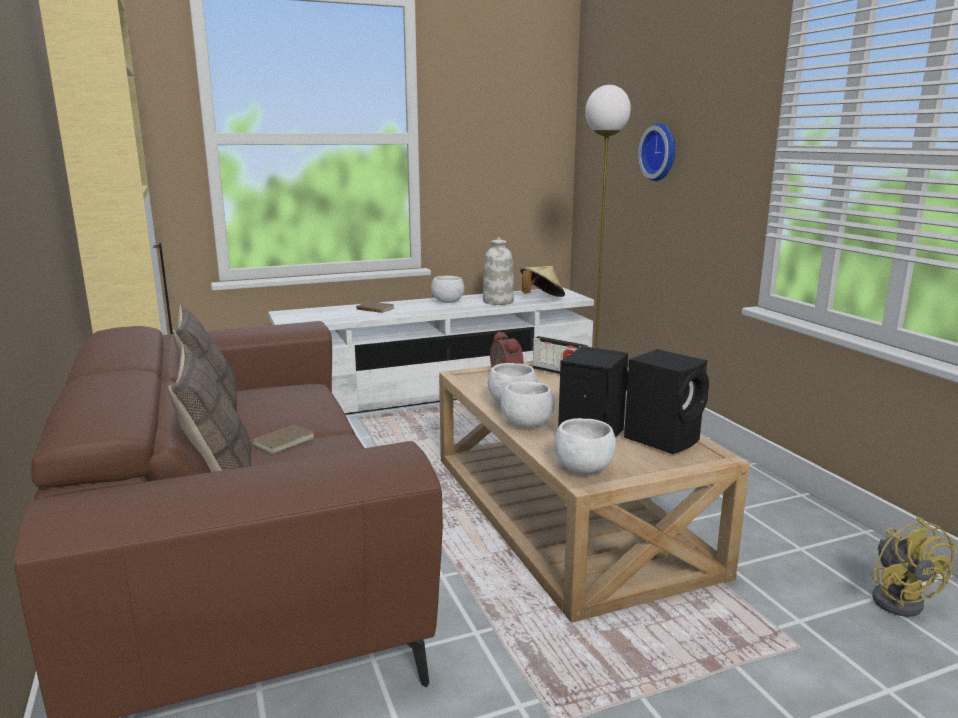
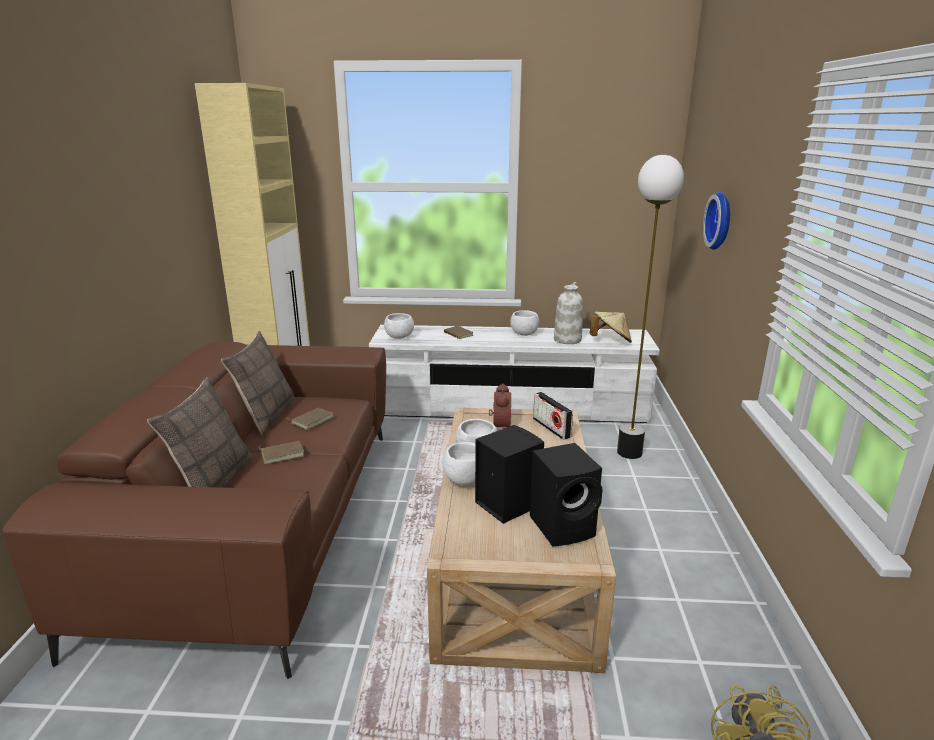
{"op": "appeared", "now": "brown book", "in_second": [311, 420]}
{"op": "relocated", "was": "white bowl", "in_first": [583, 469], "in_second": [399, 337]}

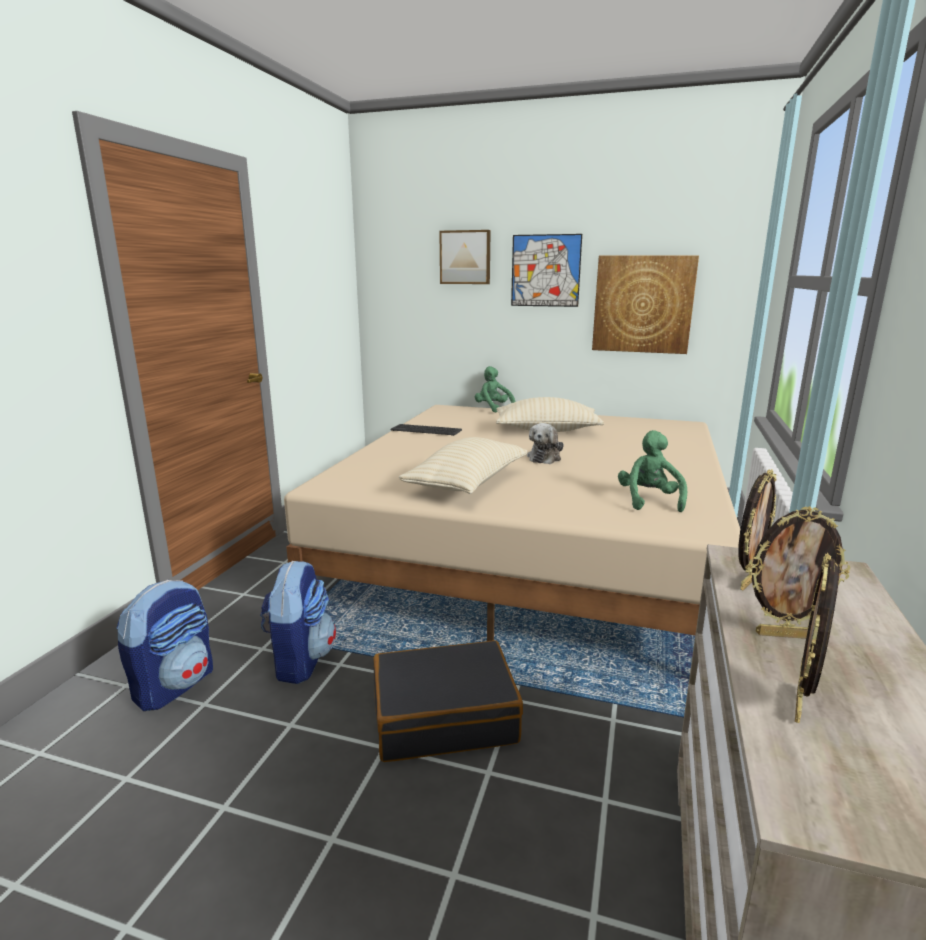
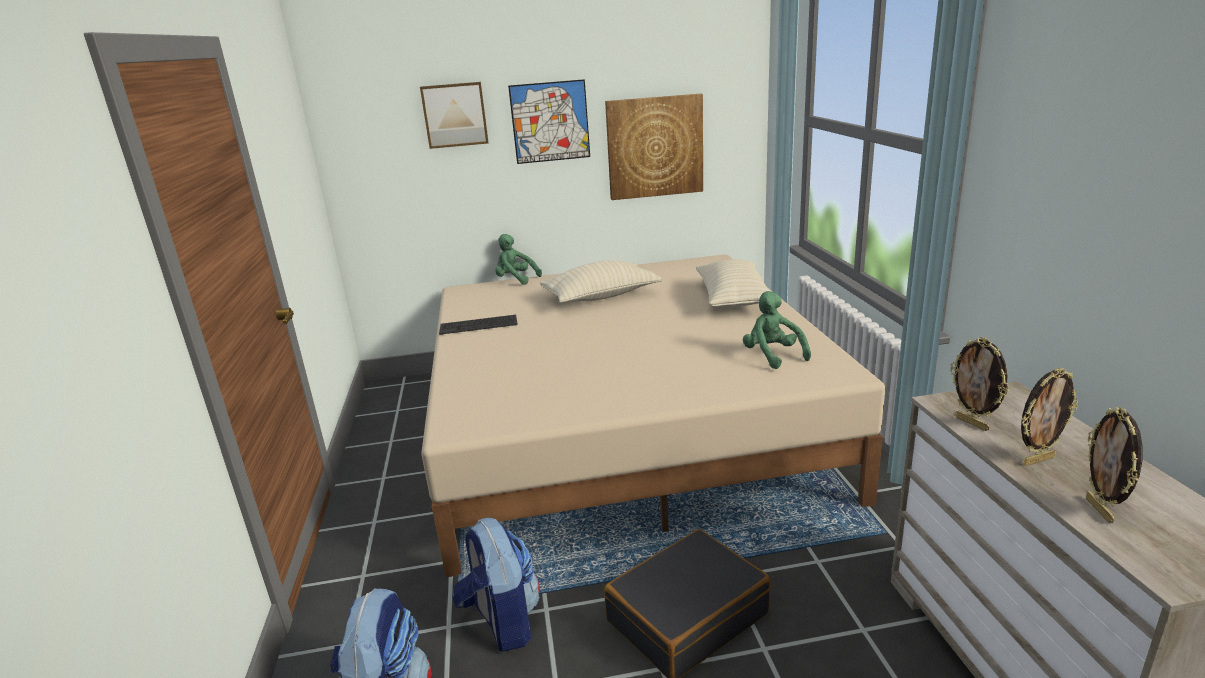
{"op": "relocated", "was": "beige pillow", "in_first": [467, 483], "in_second": [733, 299]}
{"op": "spun", "was": "picture frame", "in_first": [747, 582], "in_second": [972, 423], "clockwise": 135}
{"op": "missing", "was": "plush toy", "in_first": [545, 457]}

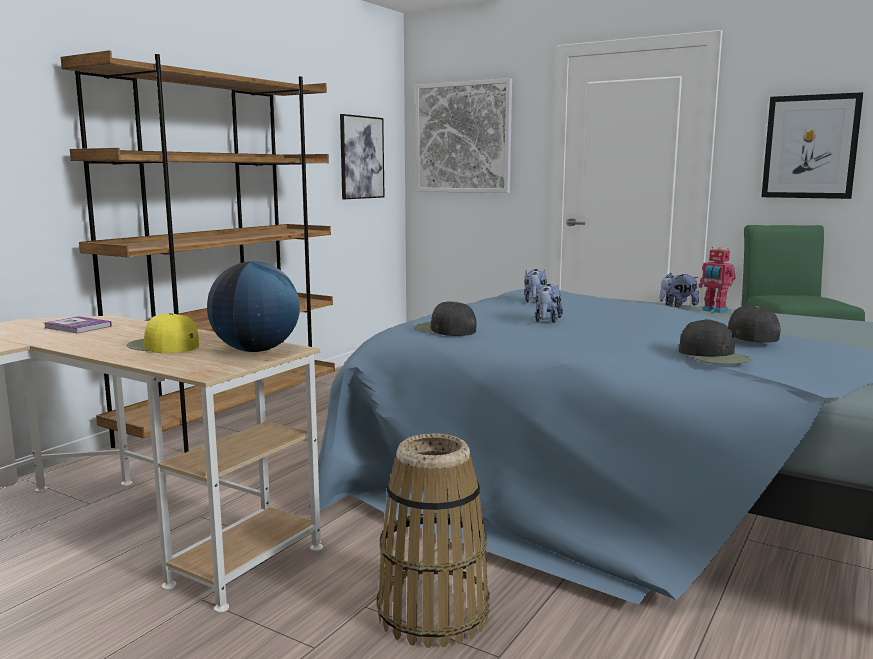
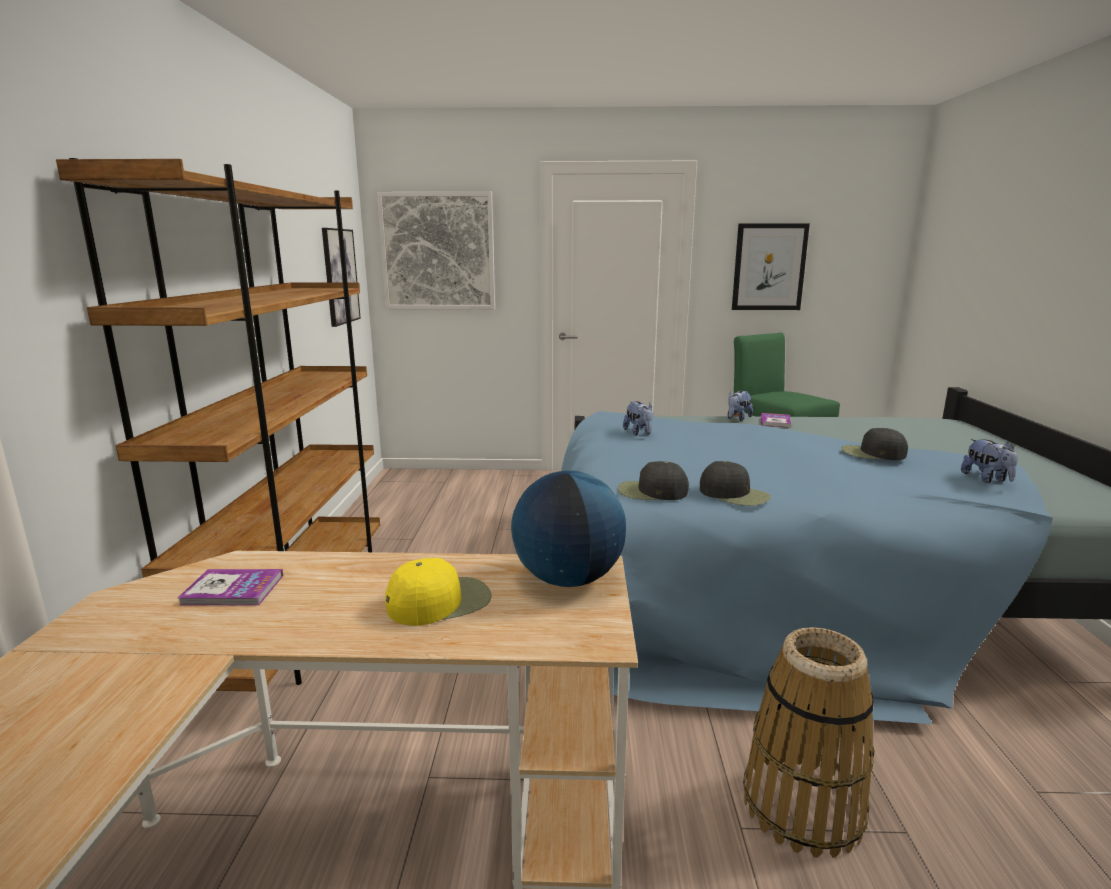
{"op": "spun", "was": "yellow cap", "in_first": [163, 346], "in_second": [440, 601], "clockwise": 150}
{"op": "relocated", "was": "black cap", "in_first": [714, 356], "in_second": [734, 494]}
{"op": "exchanged", "was": "toy robot", "now": "book", "in_first": [714, 310], "in_second": [775, 421]}
{"op": "relocated", "was": "plush toy", "in_first": [547, 321], "in_second": [987, 479]}

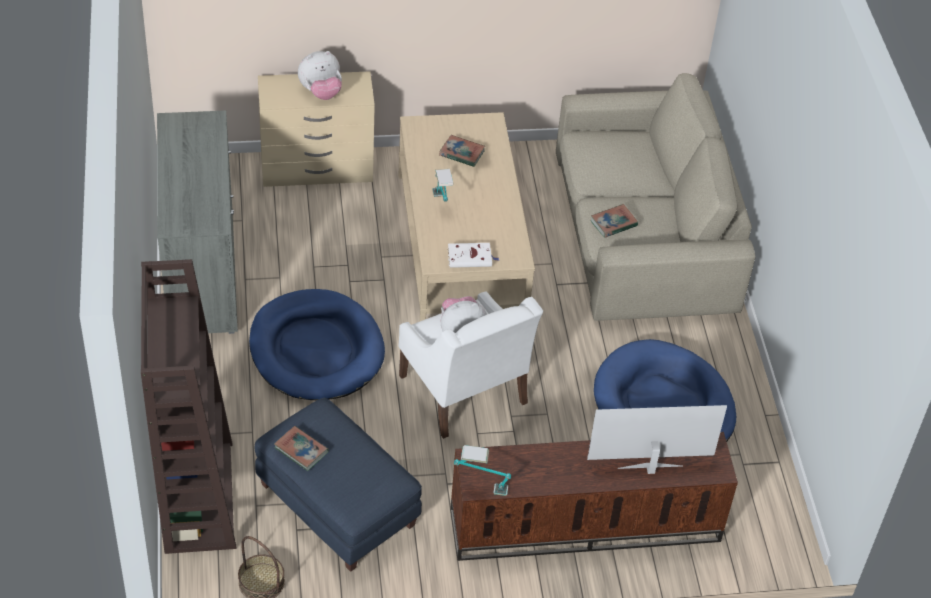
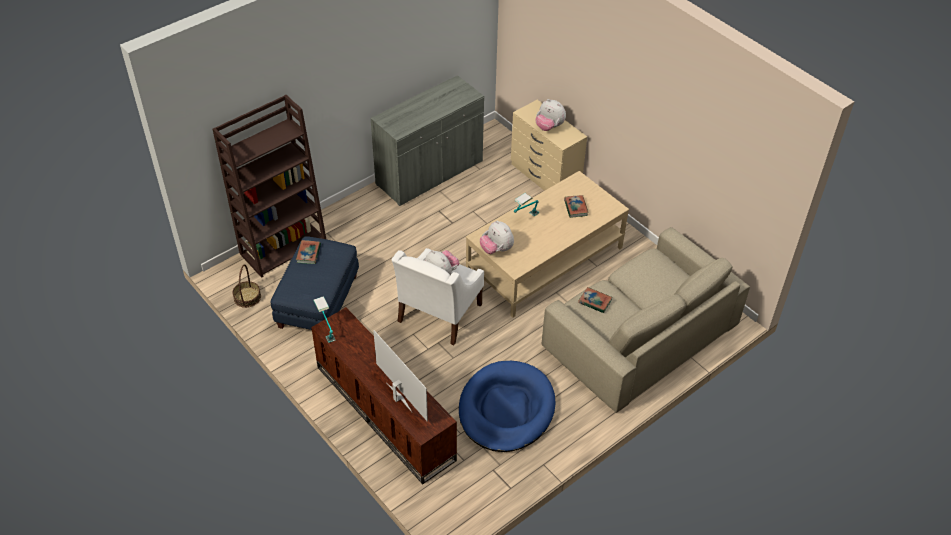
{"op": "exchanged", "was": "white book", "now": "plush toy", "in_first": [471, 257], "in_second": [496, 249]}
{"op": "missing", "was": "blue dog bed", "in_first": [316, 350]}

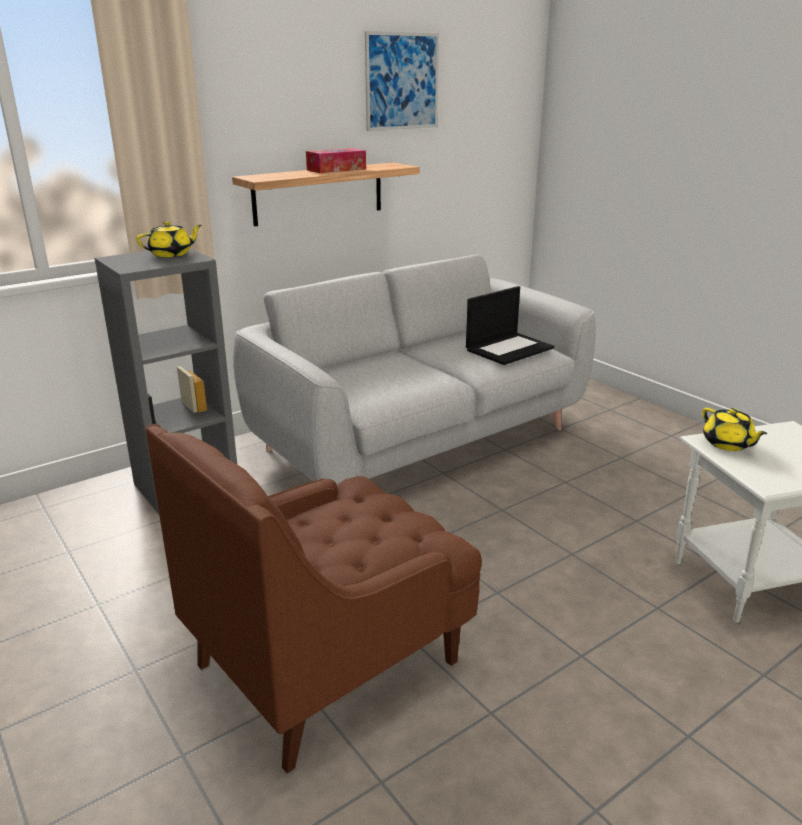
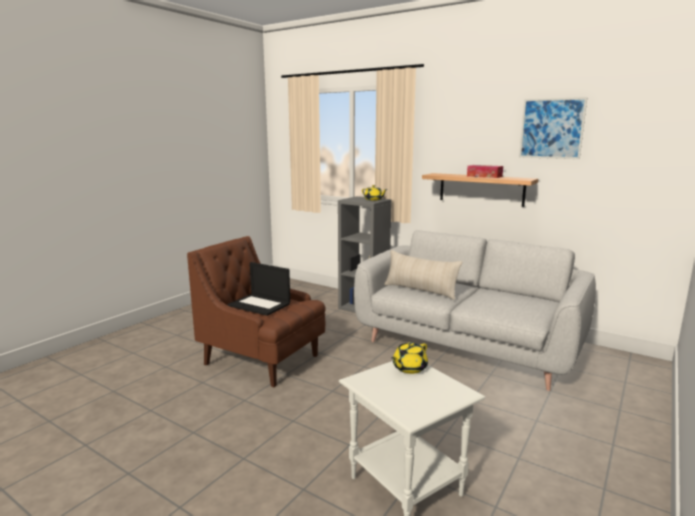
{"op": "relocated", "was": "laptop", "in_first": [509, 348], "in_second": [260, 304]}
{"op": "appeared", "now": "beige pillow", "in_second": [420, 290]}

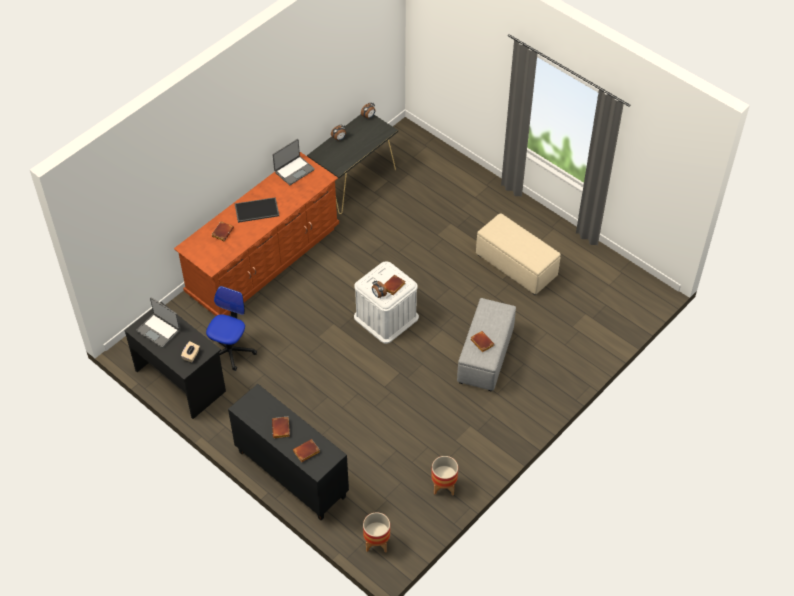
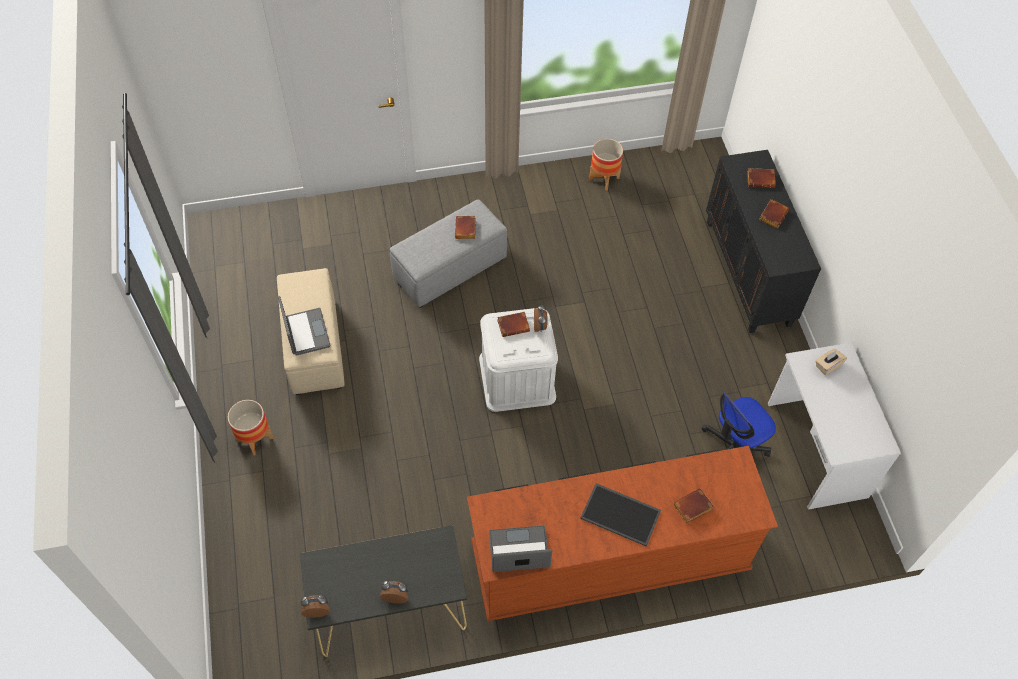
{"op": "relocated", "was": "planter", "in_first": [377, 543], "in_second": [255, 439]}
{"op": "relocated", "was": "laptop", "in_first": [159, 330], "in_second": [306, 332]}
{"op": "colour", "was": "black desk", "now": "white desk", "in_first": [181, 380], "in_second": [815, 449]}

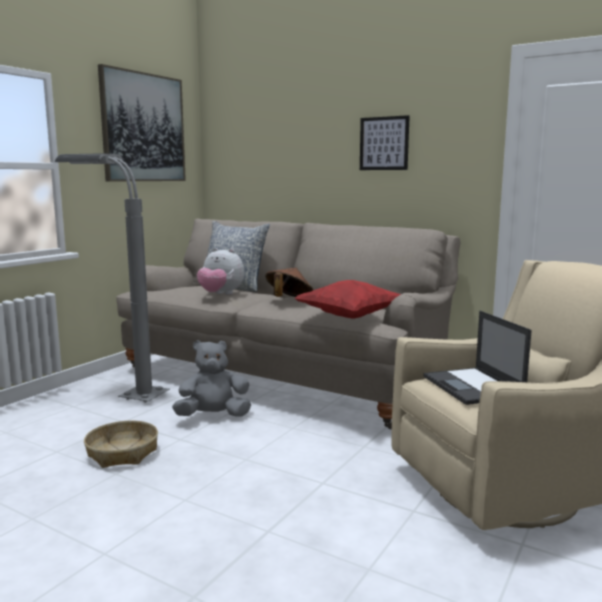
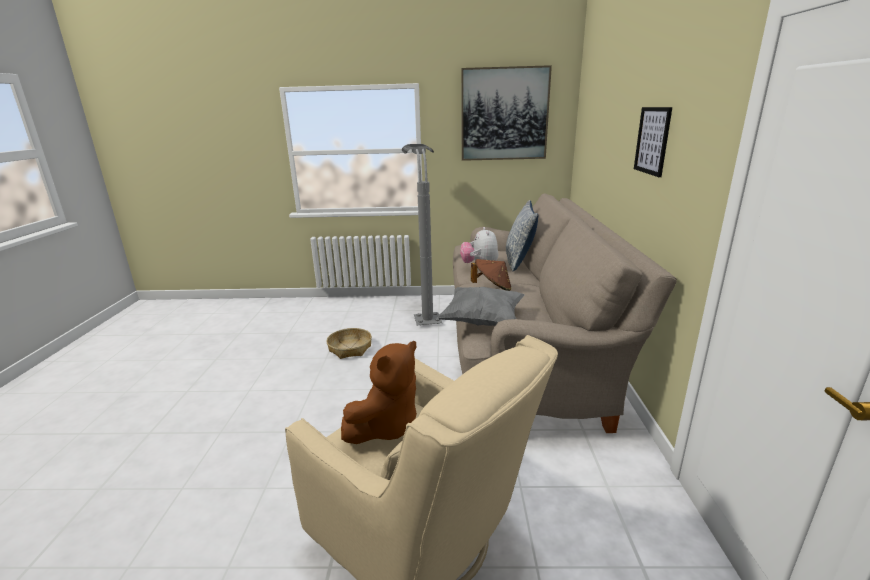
{"op": "exchanged", "was": "laptop", "now": "brown plush toy", "in_first": [473, 387], "in_second": [386, 427]}
{"op": "colour", "was": "red pillow", "now": "grey pillow", "in_first": [350, 317], "in_second": [482, 321]}
{"op": "missing", "was": "grey plush toy", "in_first": [213, 416]}

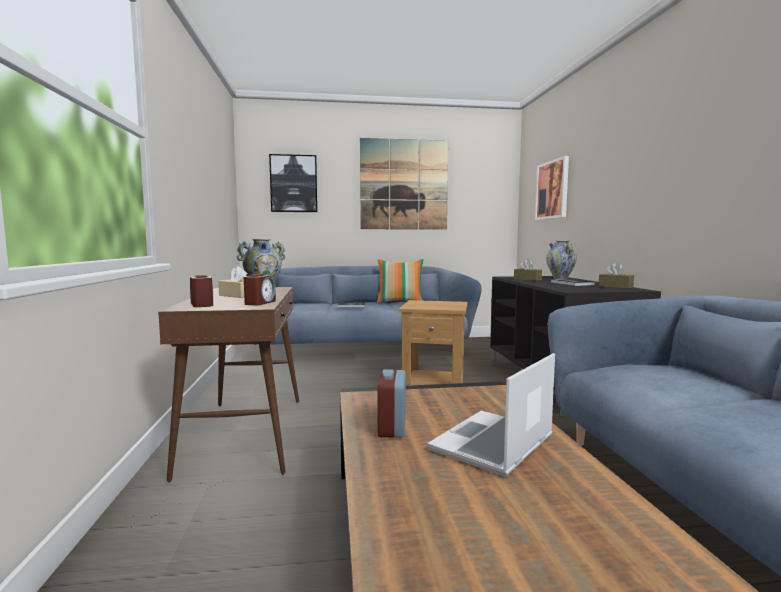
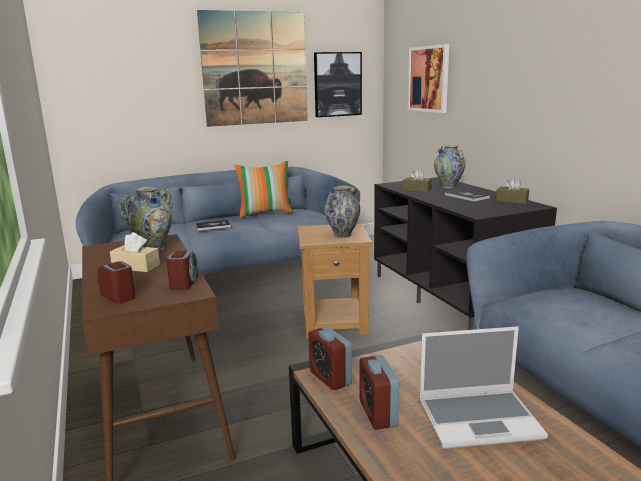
{"op": "appeared", "now": "alarm clock", "in_second": [330, 378]}
{"op": "relocated", "was": "picture", "in_first": [293, 183], "in_second": [337, 84]}
{"op": "appeared", "now": "vase", "in_second": [342, 235]}
{"op": "spun", "was": "laptop", "in_first": [493, 445], "in_second": [479, 419], "clockwise": -120}

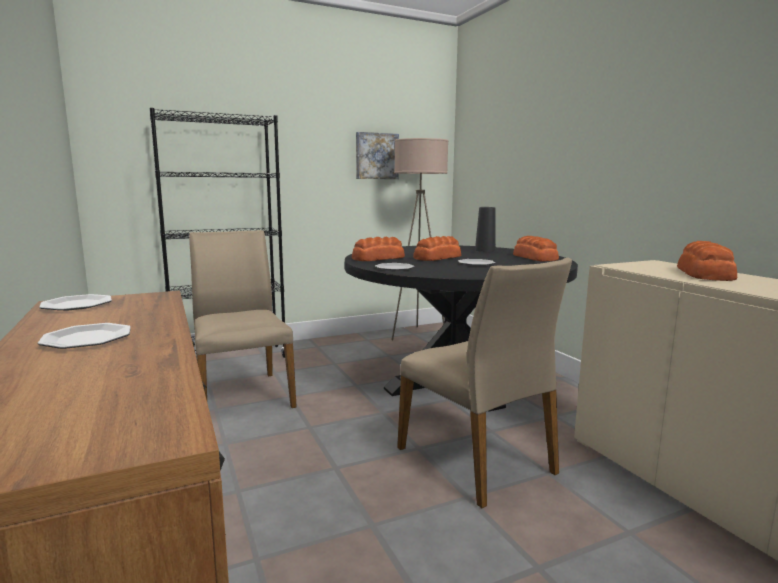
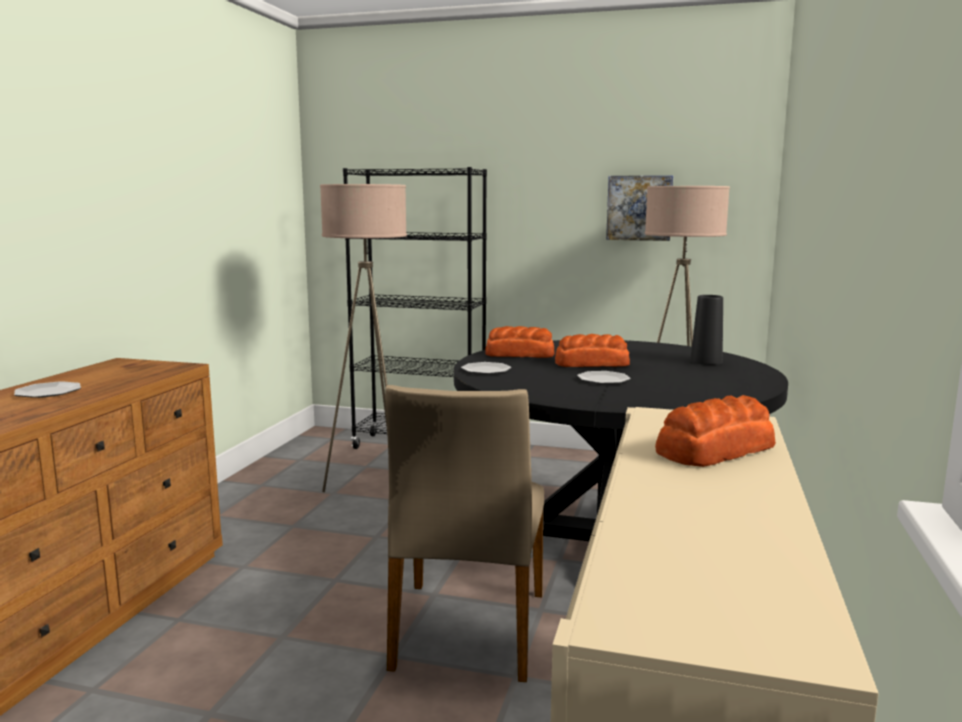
{"op": "exchanged", "was": "beige chair", "now": "beige floor lamp", "in_first": [242, 395], "in_second": [372, 487]}
{"op": "missing", "was": "plate", "in_first": [76, 305]}
{"op": "missing", "was": "bread", "in_first": [534, 257]}

